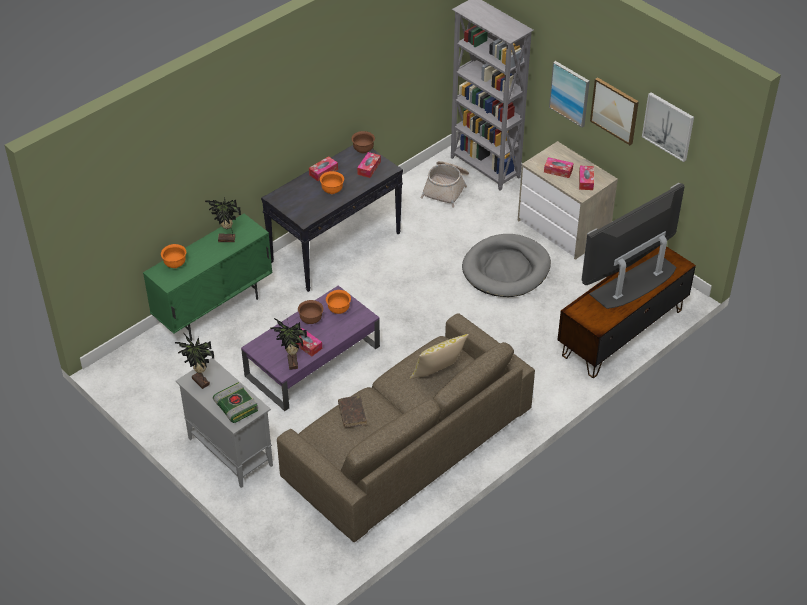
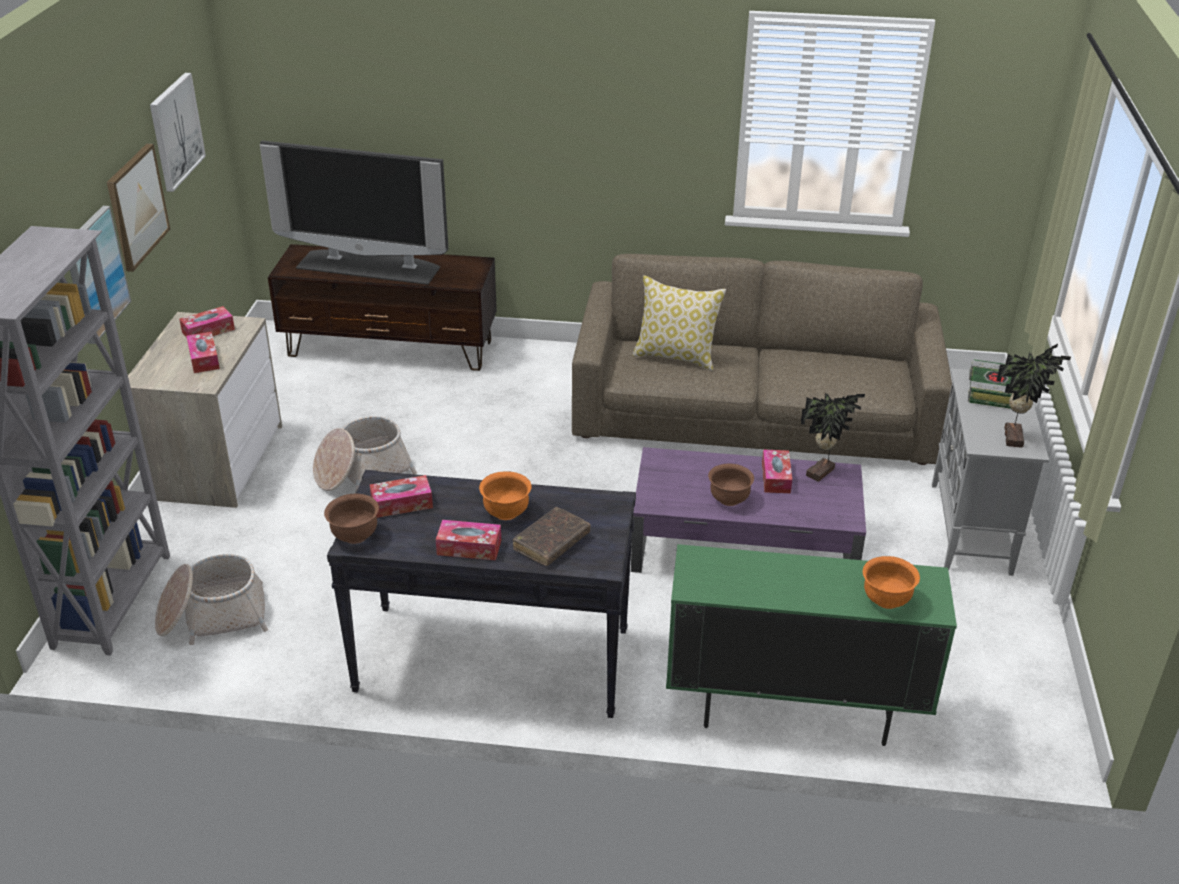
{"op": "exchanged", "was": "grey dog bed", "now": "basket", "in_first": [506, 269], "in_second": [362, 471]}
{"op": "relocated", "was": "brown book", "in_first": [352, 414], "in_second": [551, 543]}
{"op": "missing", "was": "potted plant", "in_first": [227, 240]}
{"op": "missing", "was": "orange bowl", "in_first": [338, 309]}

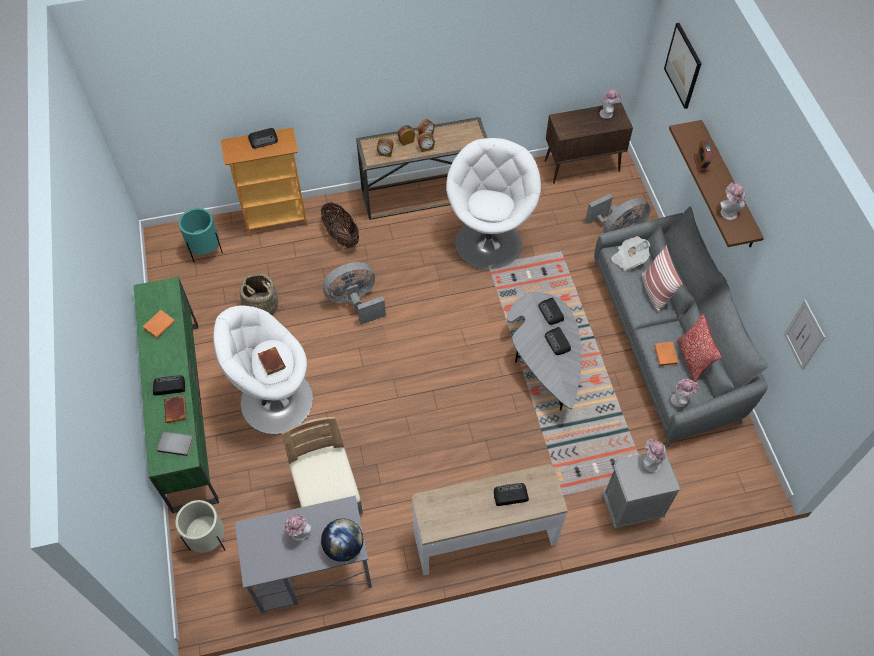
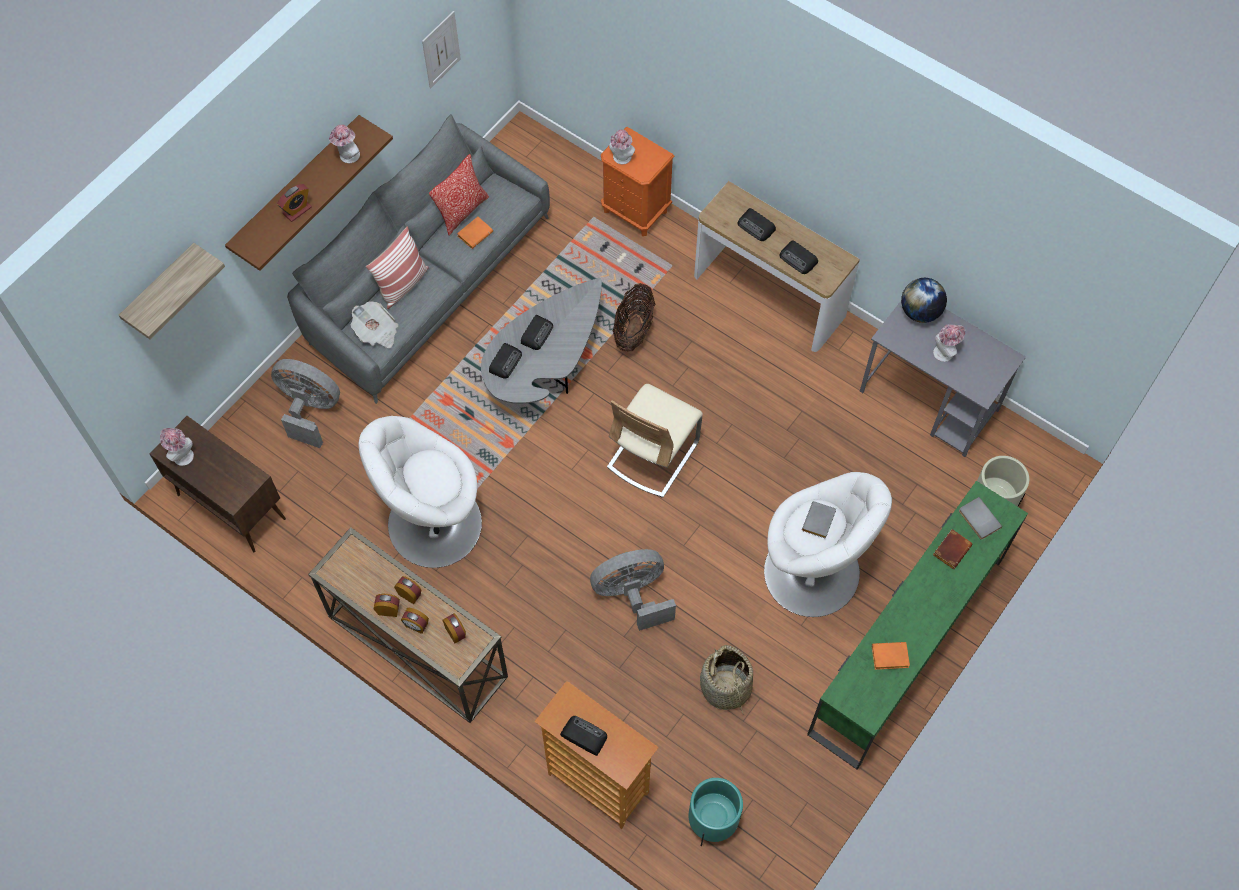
{"op": "exchanged", "was": "picture", "now": "shelf", "in_first": [683, 65], "in_second": [161, 288]}
{"op": "spun", "was": "grey fan", "in_first": [355, 302], "in_second": [632, 595], "clockwise": 135}
{"op": "colour", "was": "grey nightstand", "now": "orange nightstand", "in_first": [630, 508], "in_second": [635, 210]}
{"op": "relocated", "was": "beige chair", "in_first": [328, 497], "in_second": [653, 454]}
{"op": "relocated", "was": "basket", "in_first": [341, 235], "in_second": [633, 330]}
{"op": "relocated", "was": "radio", "in_first": [169, 386], "in_second": [798, 259]}
{"op": "colour", "was": "brown book", "now": "grey book", "in_first": [270, 362], "in_second": [819, 522]}
{"op": "missing", "was": "hat", "in_first": [680, 399]}

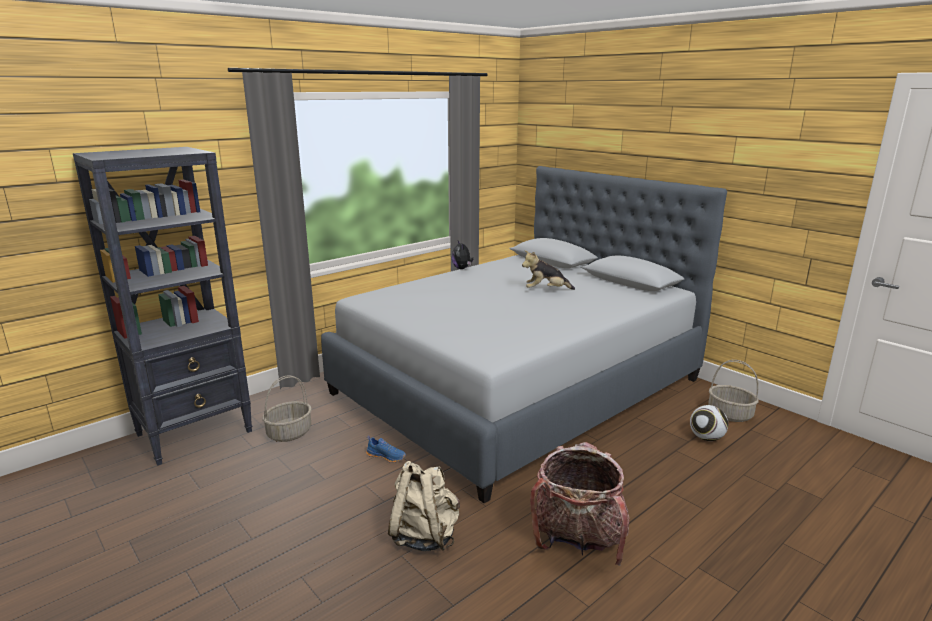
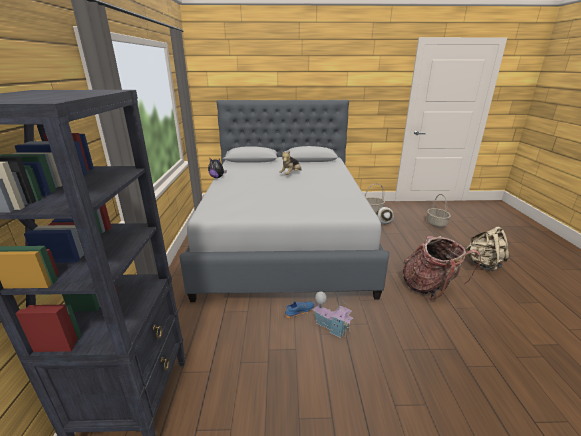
{"op": "appeared", "now": "toy house", "in_second": [332, 327]}
{"op": "relocated", "was": "basket", "in_first": [289, 433], "in_second": [436, 223]}
{"op": "relocated", "was": "beige backpack", "in_first": [424, 535], "in_second": [483, 264]}

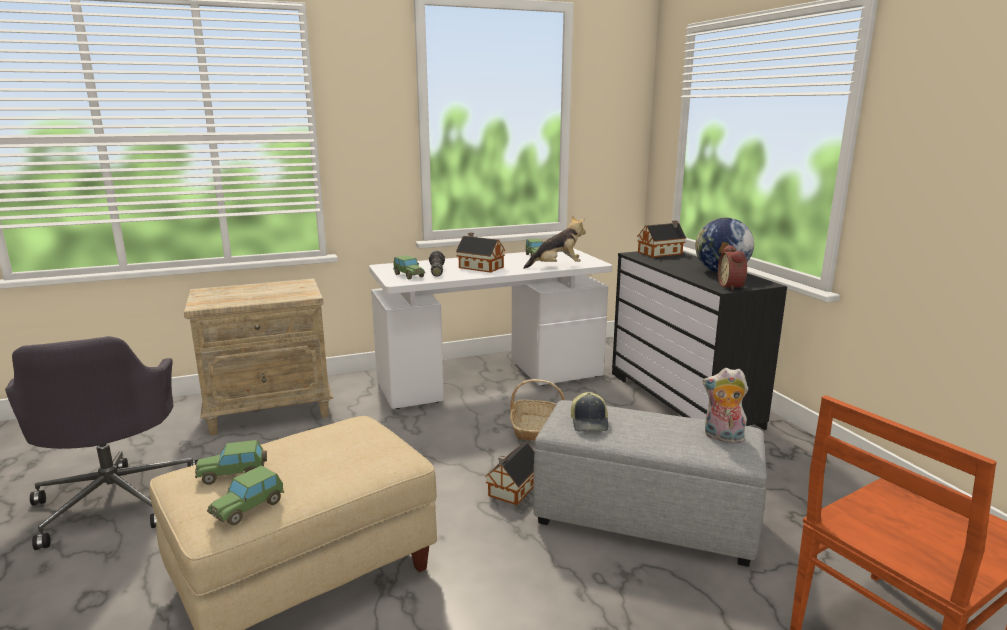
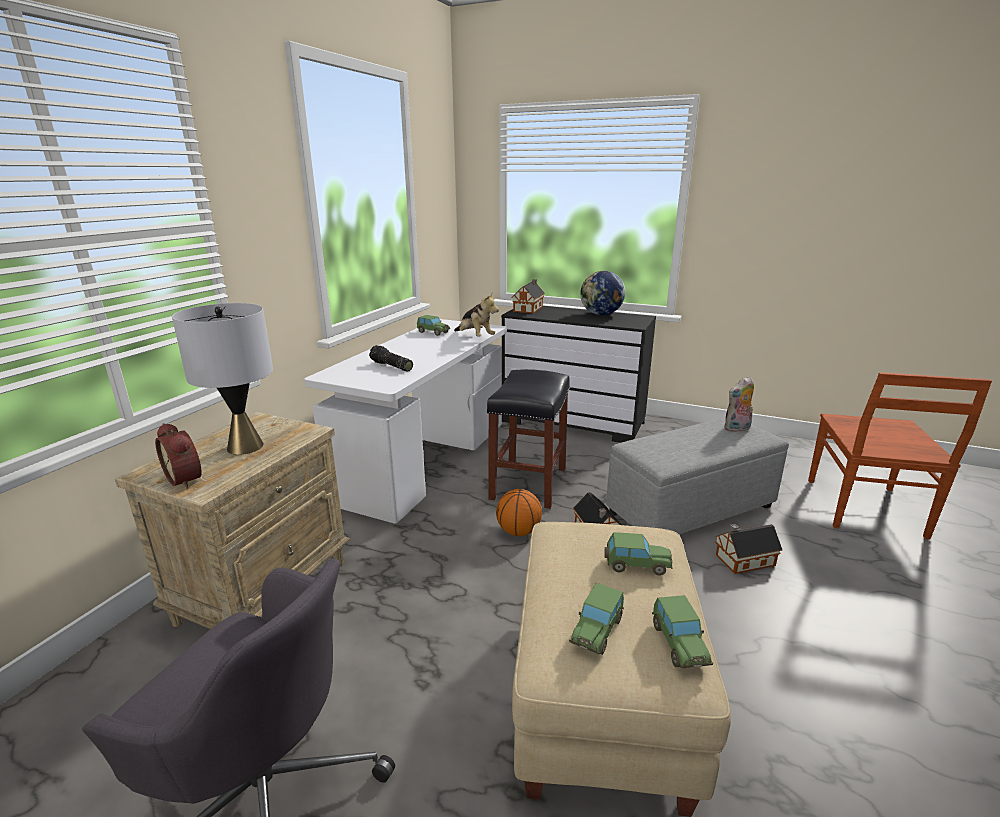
{"op": "relocated", "was": "alarm clock", "in_first": [732, 286], "in_second": [187, 479]}
{"op": "appeared", "now": "grey table lamp", "in_second": [245, 447]}
{"op": "spun", "was": "plush toy", "in_first": [556, 267], "in_second": [475, 337], "clockwise": 105}
{"op": "exchanged", "was": "basket", "now": "black stool", "in_first": [535, 428], "in_second": [529, 484]}
{"op": "appeared", "now": "basketball", "in_second": [518, 531]}
{"op": "relocated", "was": "toy car", "in_first": [409, 275], "in_second": [636, 565]}
{"op": "relocated", "was": "toy house", "in_first": [479, 267], "in_second": [742, 560]}
{"op": "missing", "was": "cap", "in_first": [590, 423]}

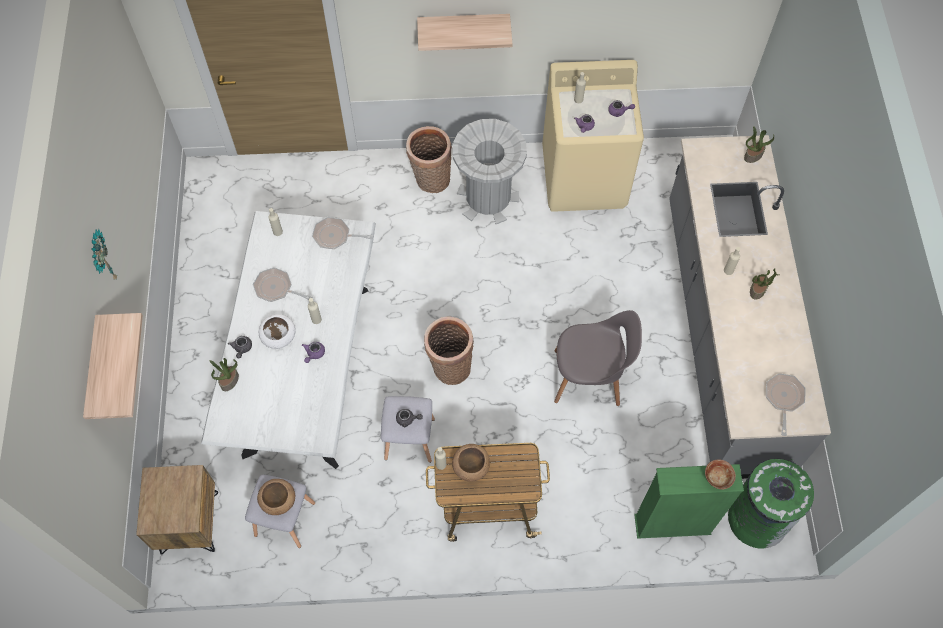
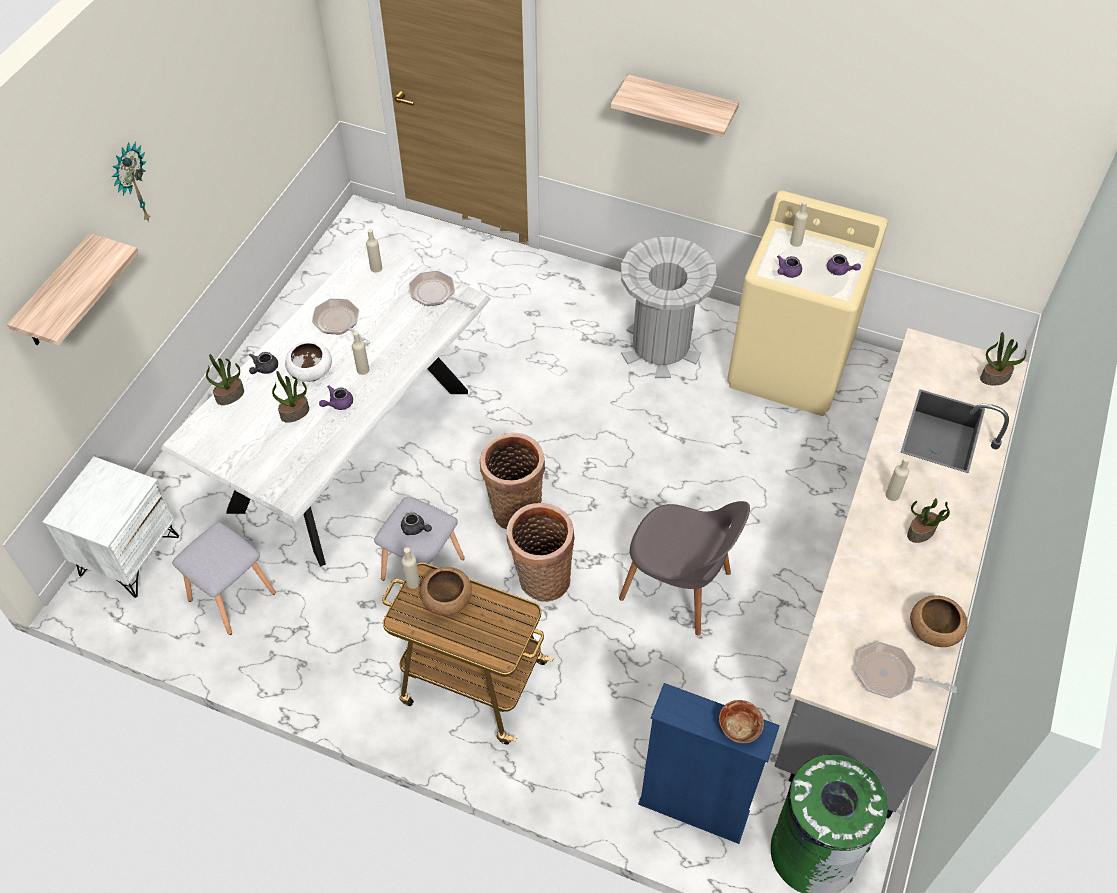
{"op": "colour", "was": "brown nightstand", "now": "white nightstand", "in_first": [189, 522], "in_second": [129, 555]}
{"op": "appeared", "now": "potted plant", "in_second": [295, 412]}
{"op": "relocated", "was": "basket", "in_first": [430, 180], "in_second": [541, 579]}
{"op": "colour", "was": "green bookcase", "now": "blue bookcase", "in_first": [672, 525], "in_second": [693, 808]}
{"op": "spun", "was": "frying pan", "in_first": [783, 398], "in_second": [889, 675], "clockwise": -105}
{"op": "relocated", "was": "brown bowl", "in_first": [278, 501], "in_second": [934, 631]}

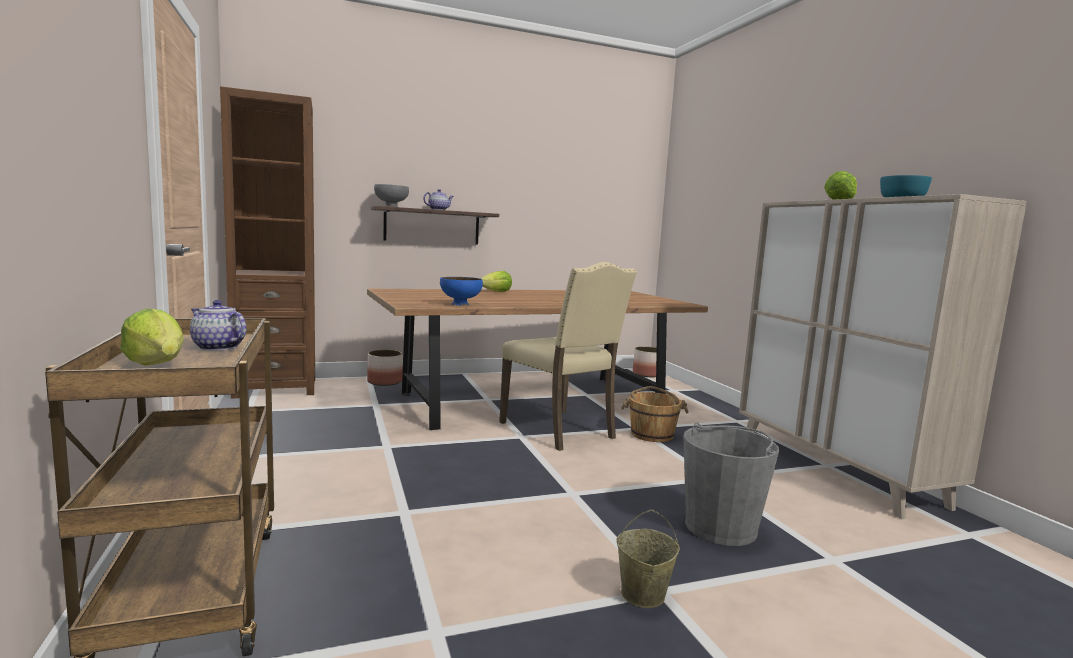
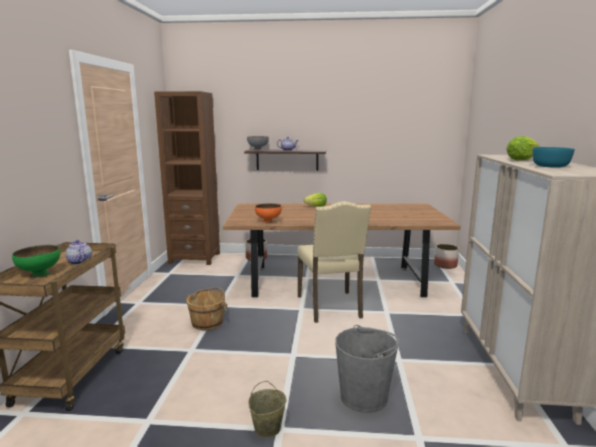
{"op": "exchanged", "was": "lettuce", "now": "green bowl", "in_first": [157, 365], "in_second": [40, 274]}
{"op": "relocated", "was": "brown bucket", "in_first": [652, 434], "in_second": [208, 322]}
{"op": "colour", "was": "blue bowl", "now": "orange bowl", "in_first": [460, 304], "in_second": [268, 222]}

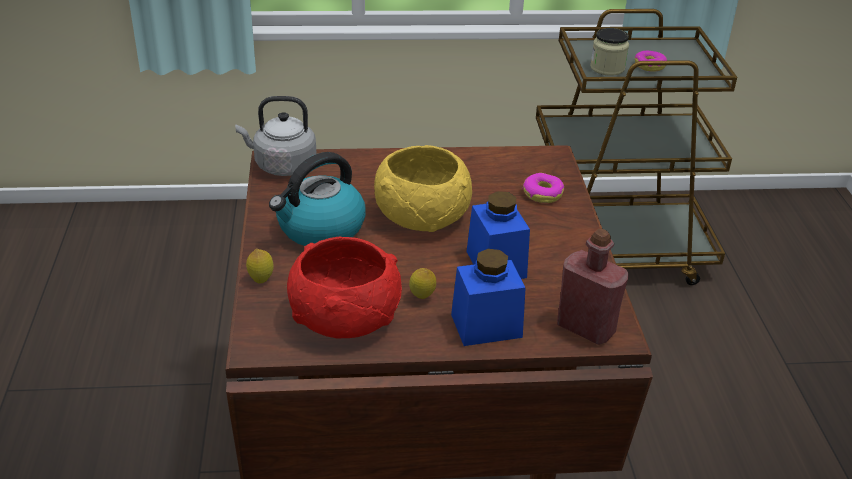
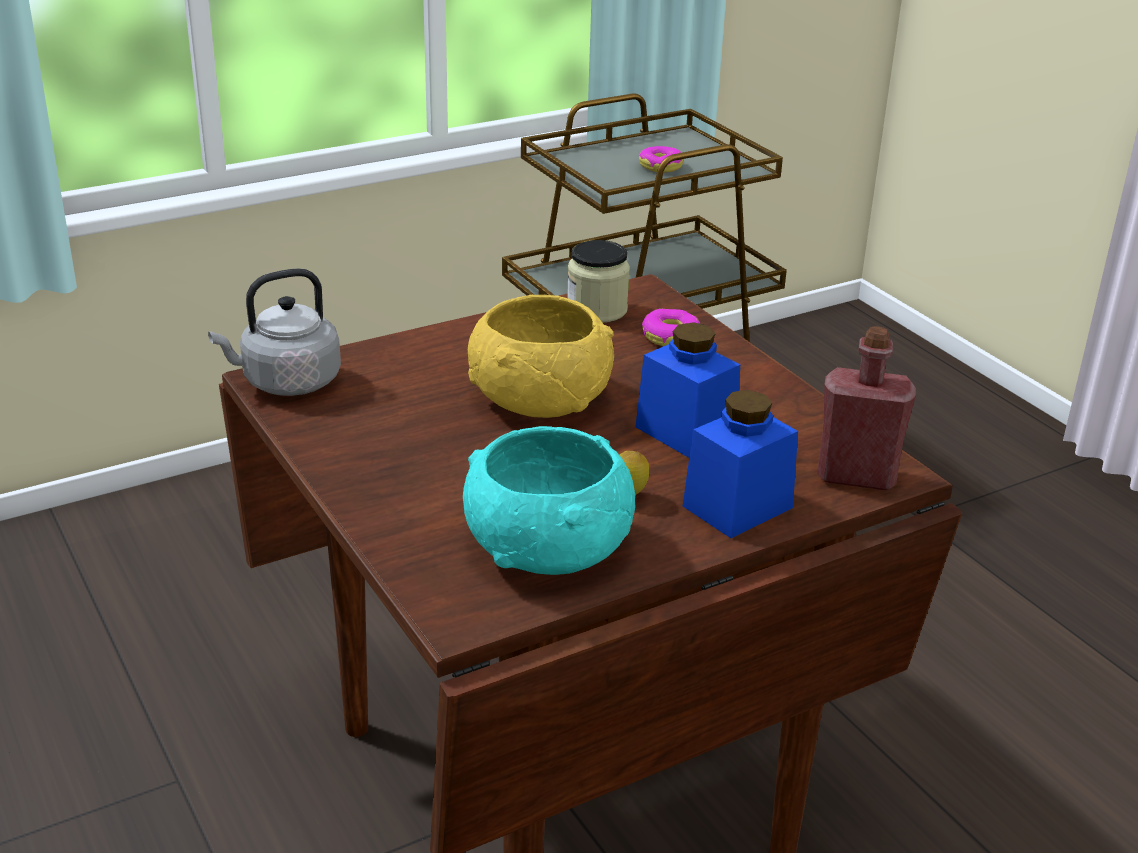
{"op": "colour", "was": "red bowl", "now": "turquoise bowl", "in_first": [345, 317], "in_second": [548, 548]}
{"op": "relocated", "was": "jar", "in_first": [607, 68], "in_second": [597, 310]}
{"op": "missing", "was": "lemon", "in_first": [261, 280]}
{"op": "missing", "was": "kettle", "in_first": [320, 229]}

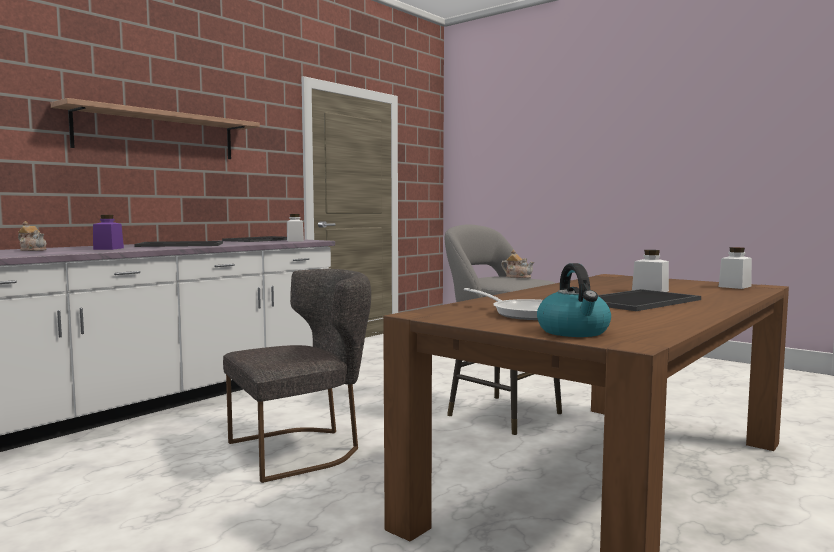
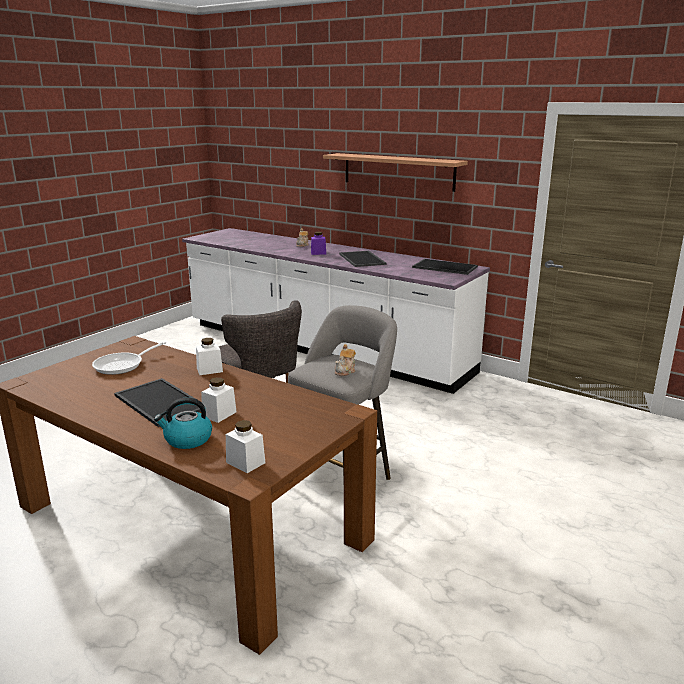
{"op": "relocated", "was": "kettle", "in_first": [574, 332], "in_second": [187, 439]}
{"op": "relocated", "was": "white jar", "in_first": [295, 241], "in_second": [209, 370]}

